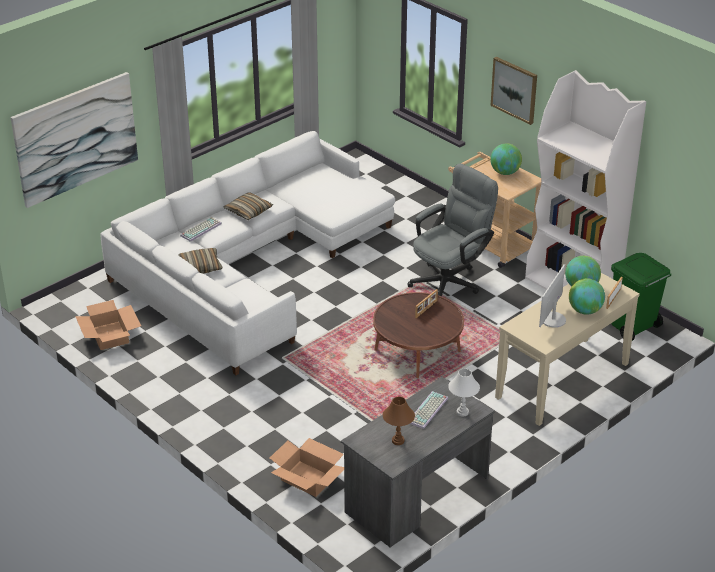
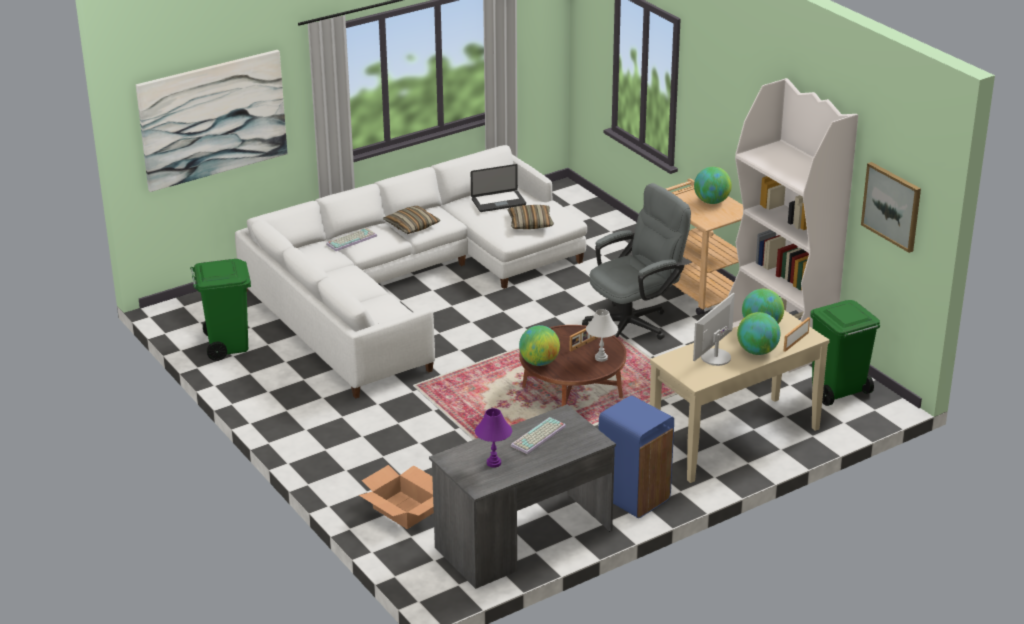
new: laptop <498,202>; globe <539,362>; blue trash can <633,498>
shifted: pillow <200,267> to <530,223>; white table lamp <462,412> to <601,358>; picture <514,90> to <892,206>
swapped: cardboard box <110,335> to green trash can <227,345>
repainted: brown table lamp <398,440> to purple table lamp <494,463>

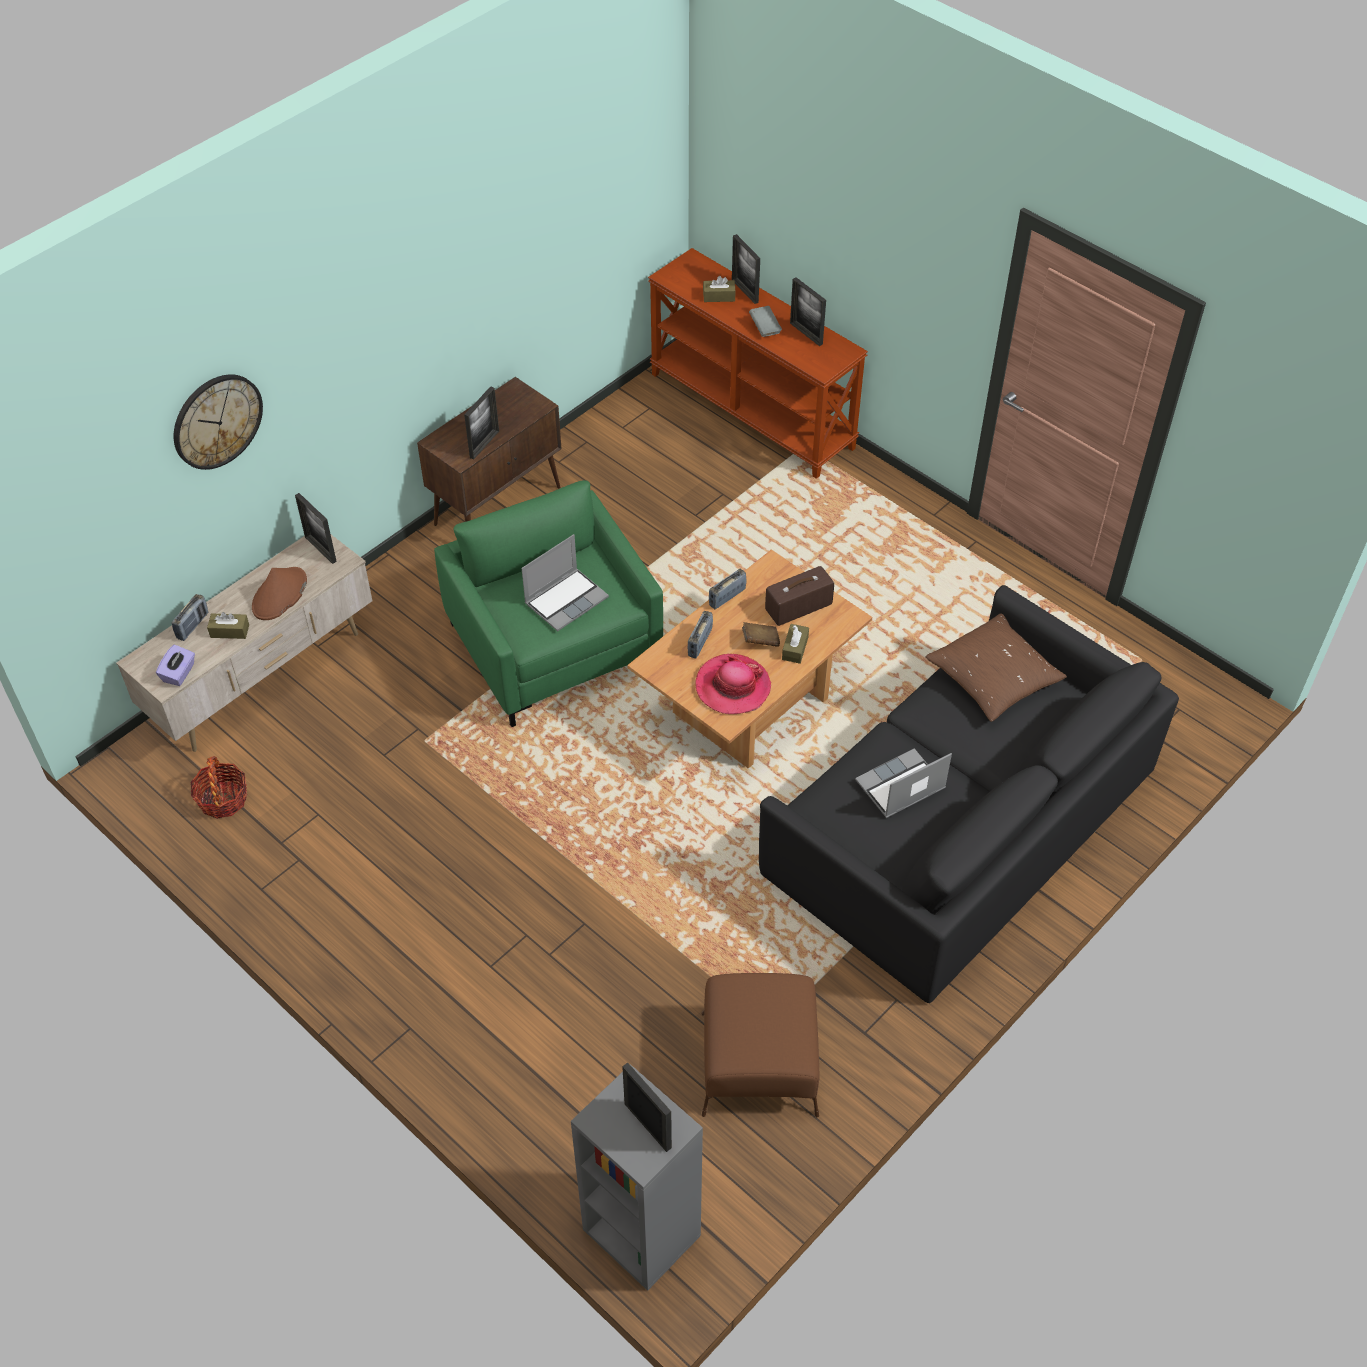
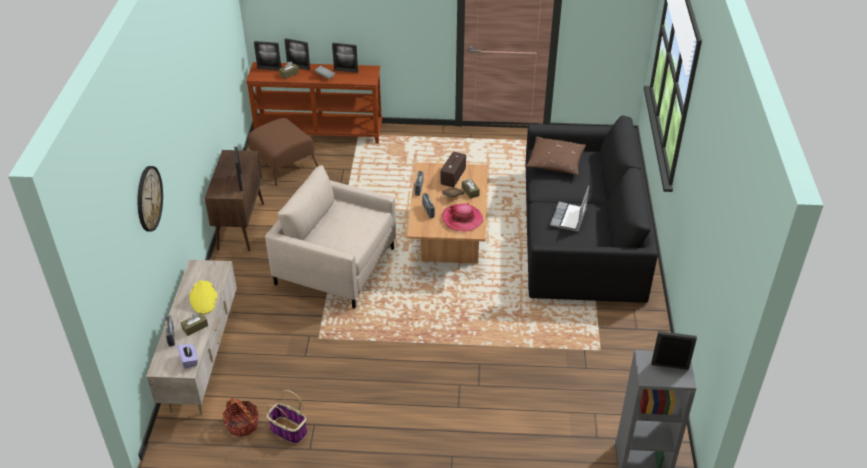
gone: laptop <566,600>
new: basket <287,430>
shifted: picture frame <320,549> to <269,69>; brown ottoman <758,1064> to <283,164>
repainted: brown hat <279,595> to yellow hat <203,298>; green armchair <554,645> to beige armchair <336,266>

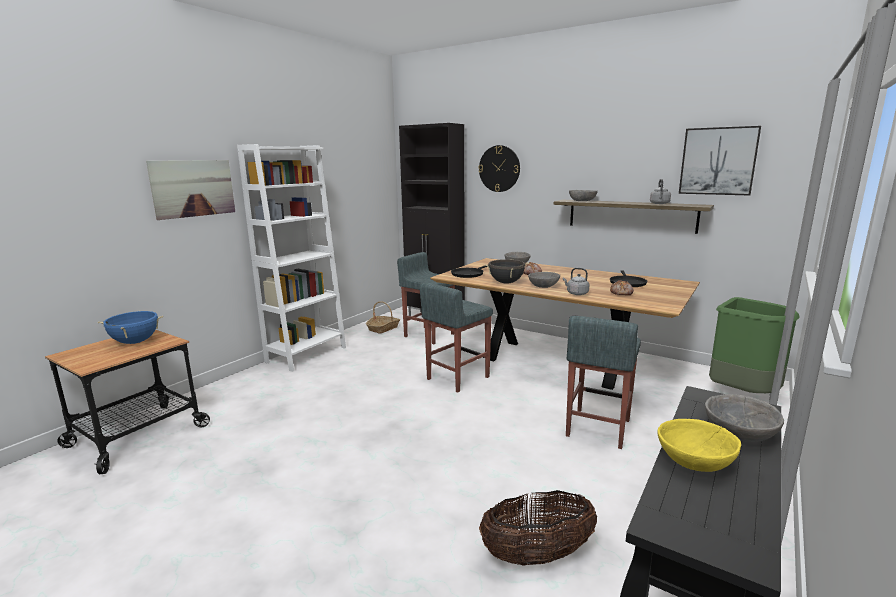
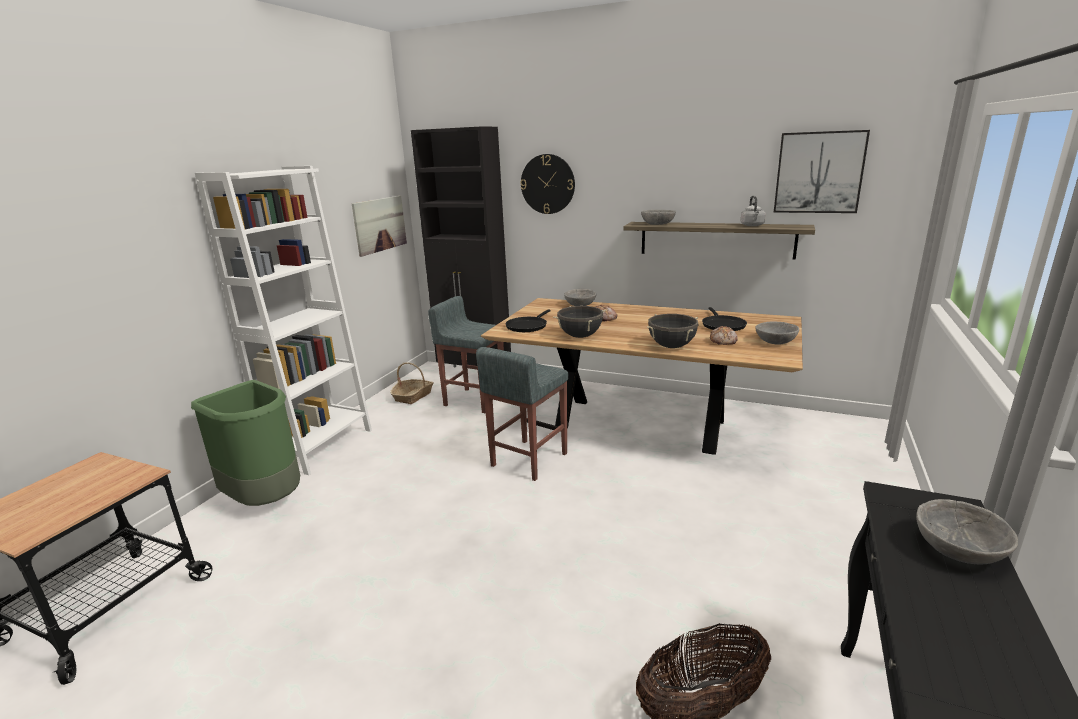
gone: blue cooking pot <135,342>; grey stool <597,428>; yellow bowl <695,461>
shifted: picture <193,188> to <380,224>; grey bowl <543,286> to <776,341>; green trash can <741,393> to <267,500>
swapped: grey kettle <576,293> to black cooking pot <671,346>

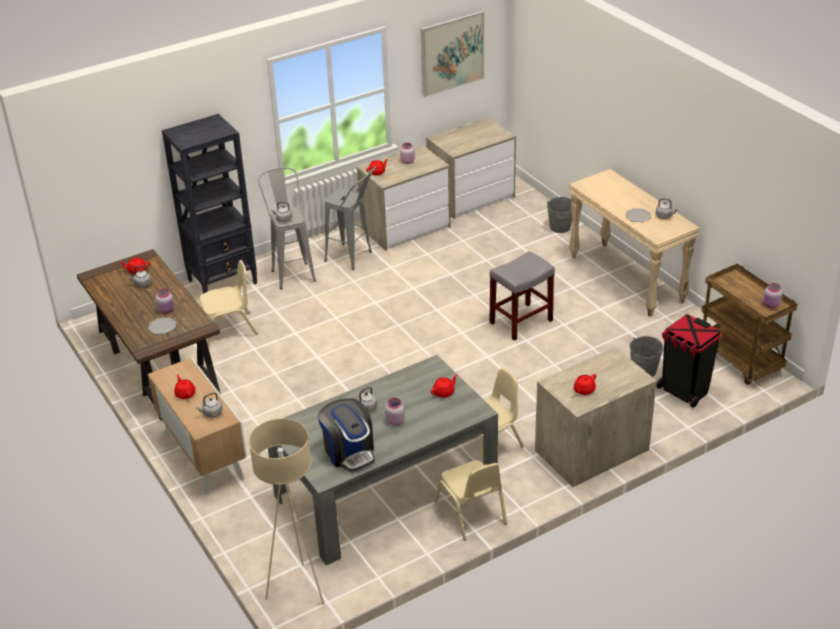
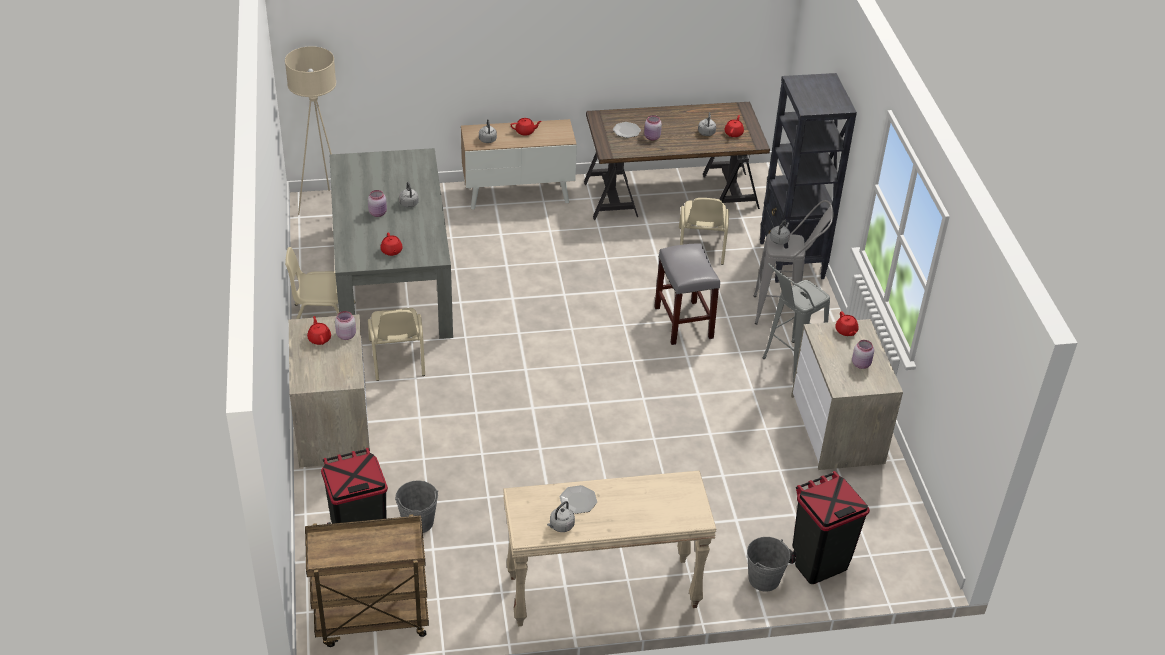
gone: coffee machine <349,452>; picture <452,53>; dresser <471,197>
new: black trash can <818,563>
shifted: grey stool <521,321> to <684,323>; pink jar <771,305> to <345,335>

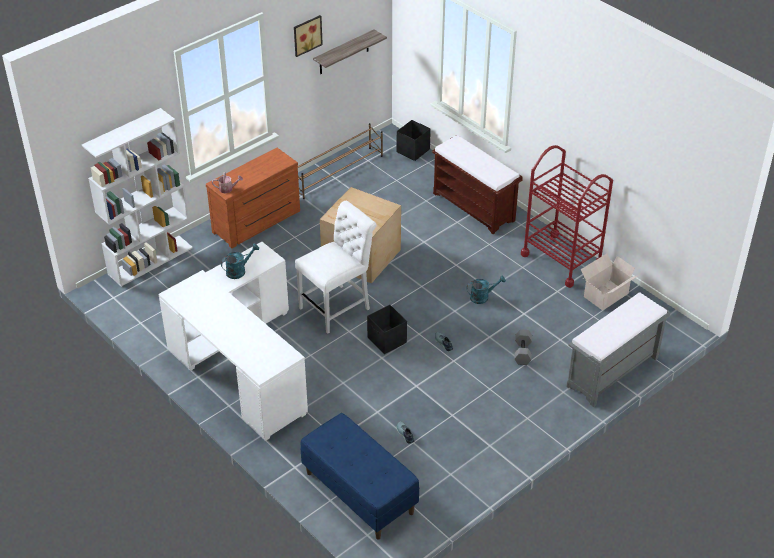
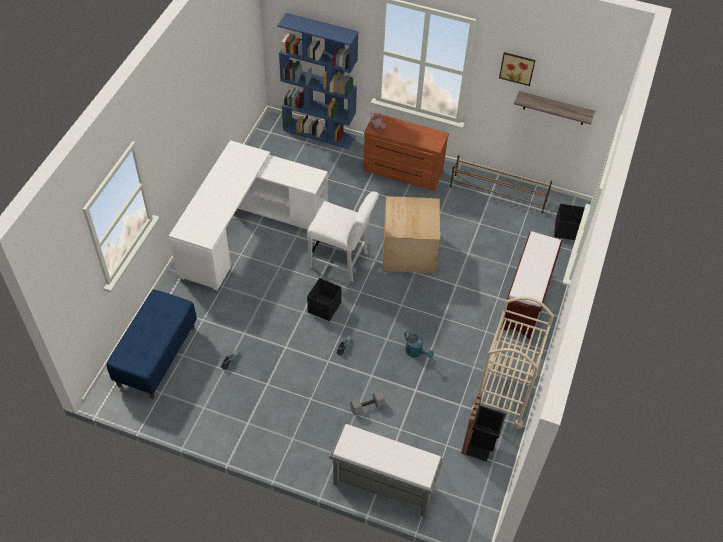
gone: turquoise watering can <239,271>
swapped: cardboard box <604,295> to black trash can <479,444>
repainted: white bookcase <150,260> to blue bookcase <319,133>; red cart <561,259> to beige cart <504,393>

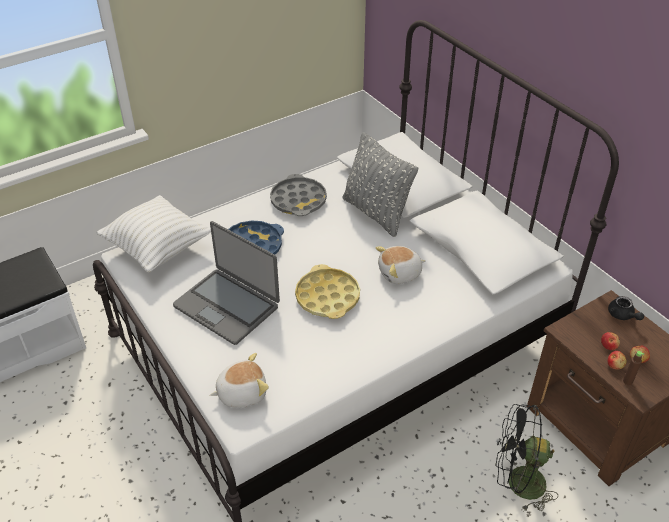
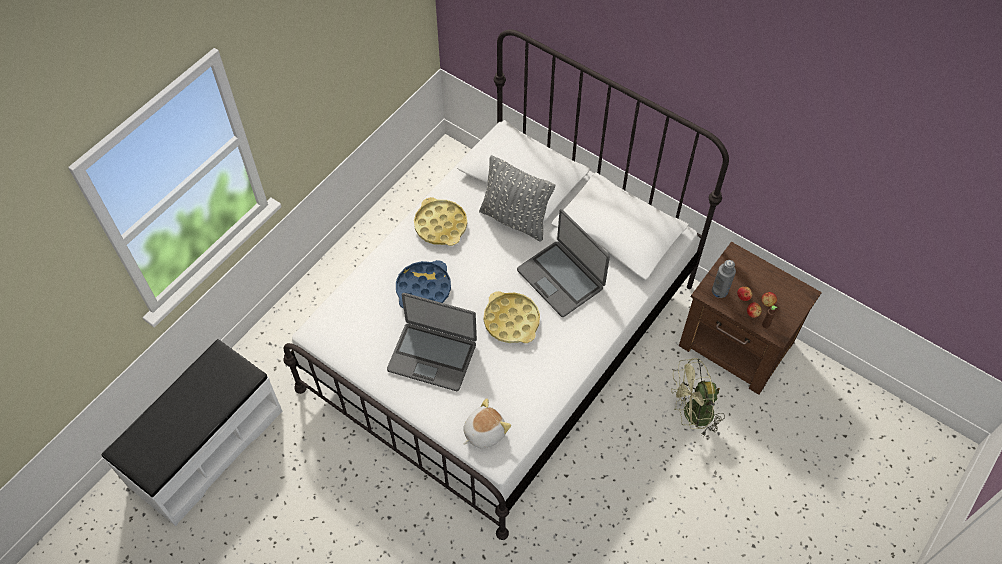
gone: white pillow <158,249>; black teapot <622,315>
new: grey bottle <719,291>
swapped: plush toy <400,274> to laptop <561,278>
repainted: grey tray <298,200> to yellow tray <441,225>; black fan <517,483> to green fan <692,415>

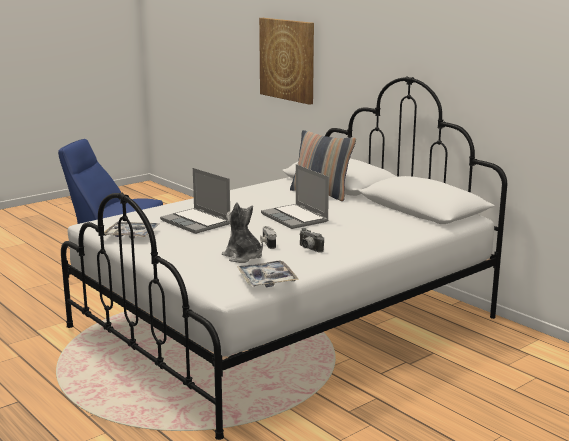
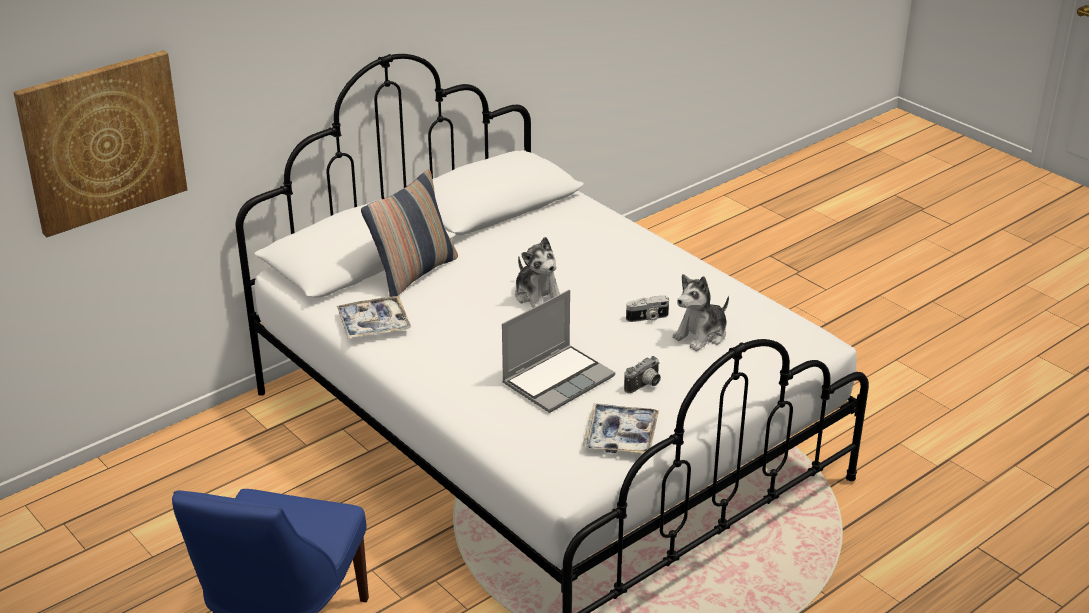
shifted: tray <267,280> to <374,324>; photo camera <308,249> to <645,386>
swapped: laptop <295,218> to plush toy <538,296>

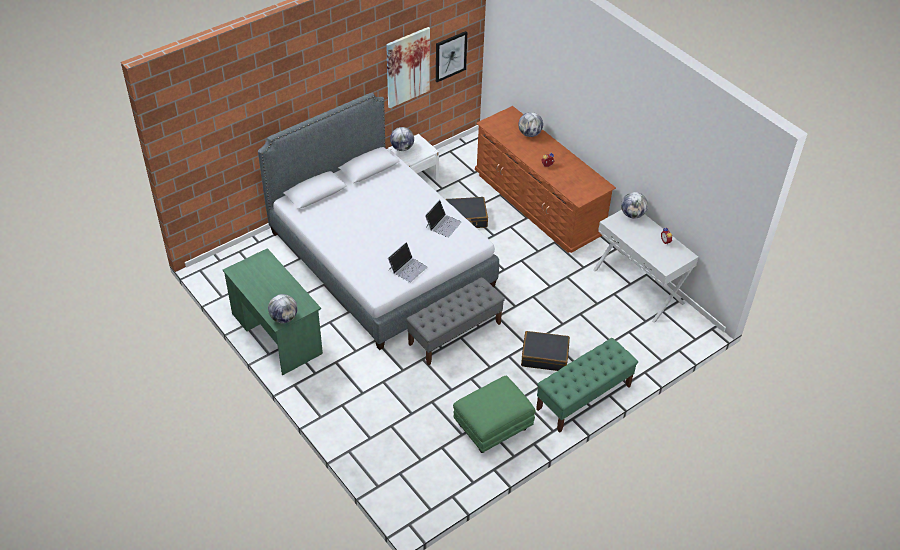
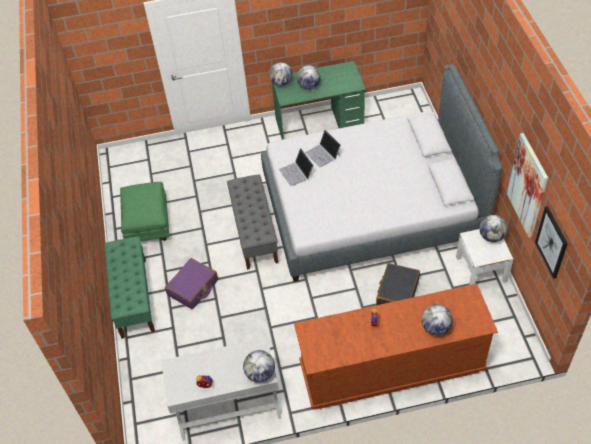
new: globe <309,86>
shifted: laptop <443,224> to <323,154>
repainted: black suitcase <544,356> to purple suitcase <193,288>

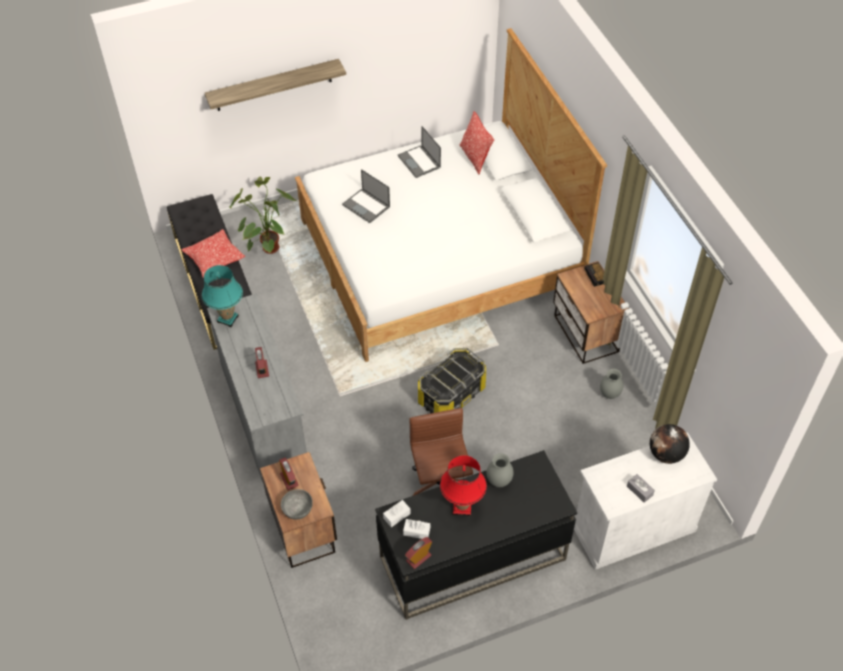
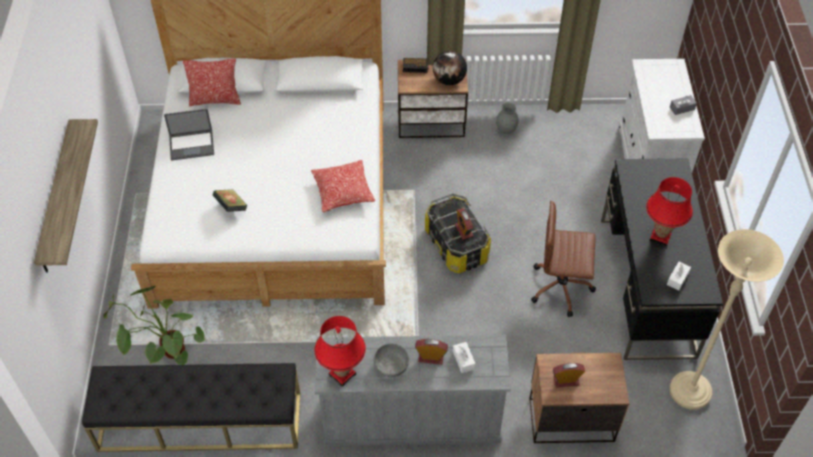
gone: grey vase <499,481>
new: beige floor lamp <690,392>
shifted: pillow <214,259> to <343,192>; grey bowl <297,509> to <391,366>; white tissue box <397,516> to <463,360>; alarm clock <418,558> to <464,230>; globe <666,454> to <449,80>
swapped: laptop <366,206> to book <231,207>
repainted: turquoise table lamp <228,319> to red table lamp <342,374>

